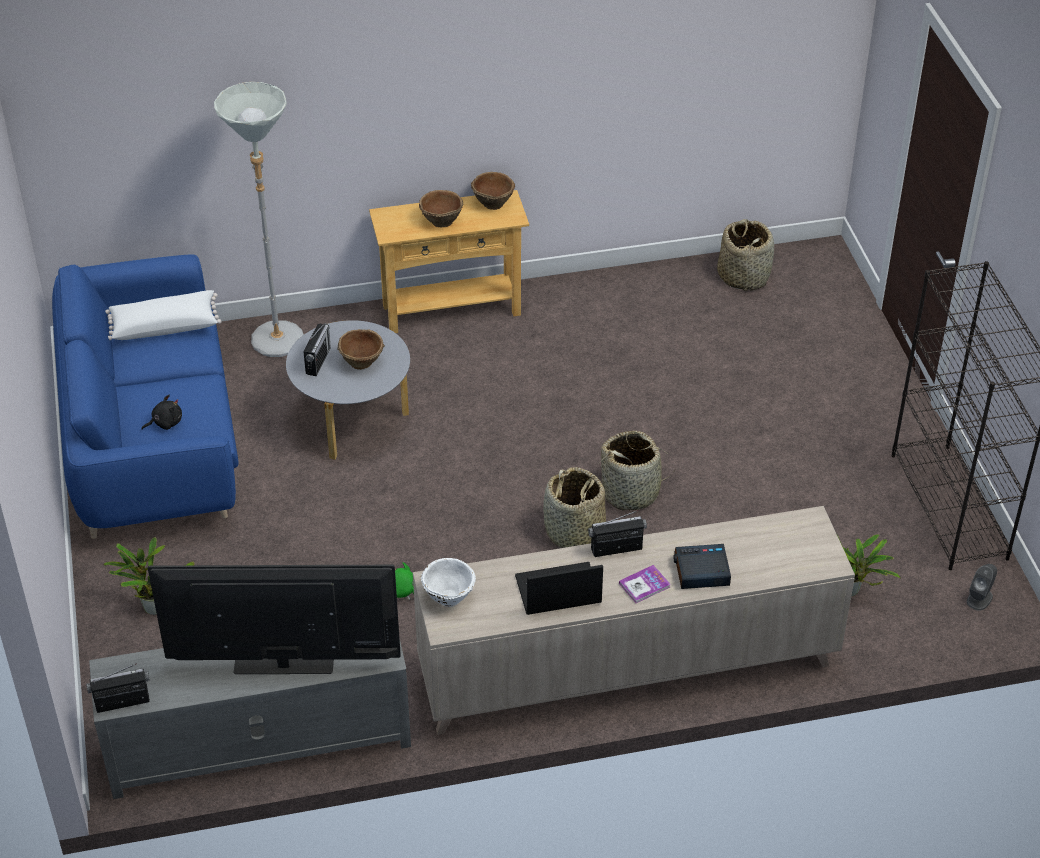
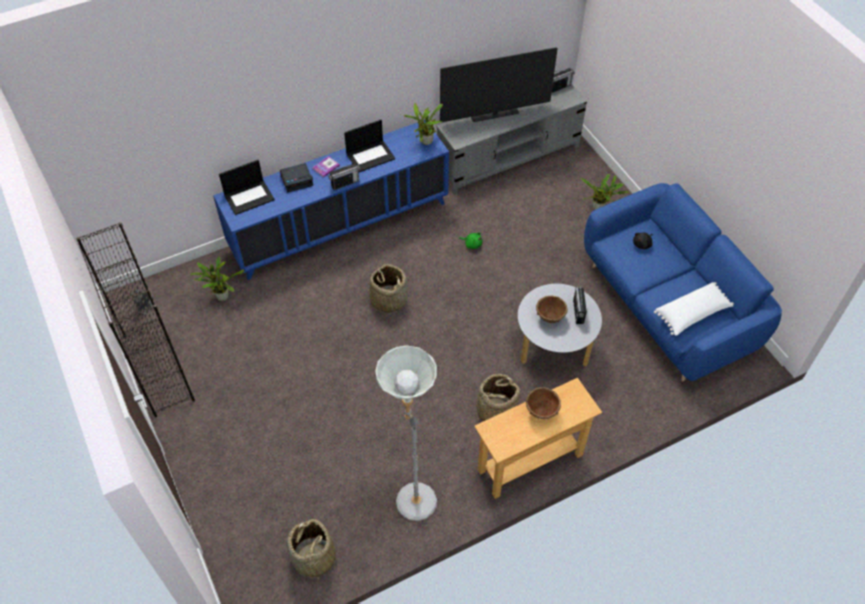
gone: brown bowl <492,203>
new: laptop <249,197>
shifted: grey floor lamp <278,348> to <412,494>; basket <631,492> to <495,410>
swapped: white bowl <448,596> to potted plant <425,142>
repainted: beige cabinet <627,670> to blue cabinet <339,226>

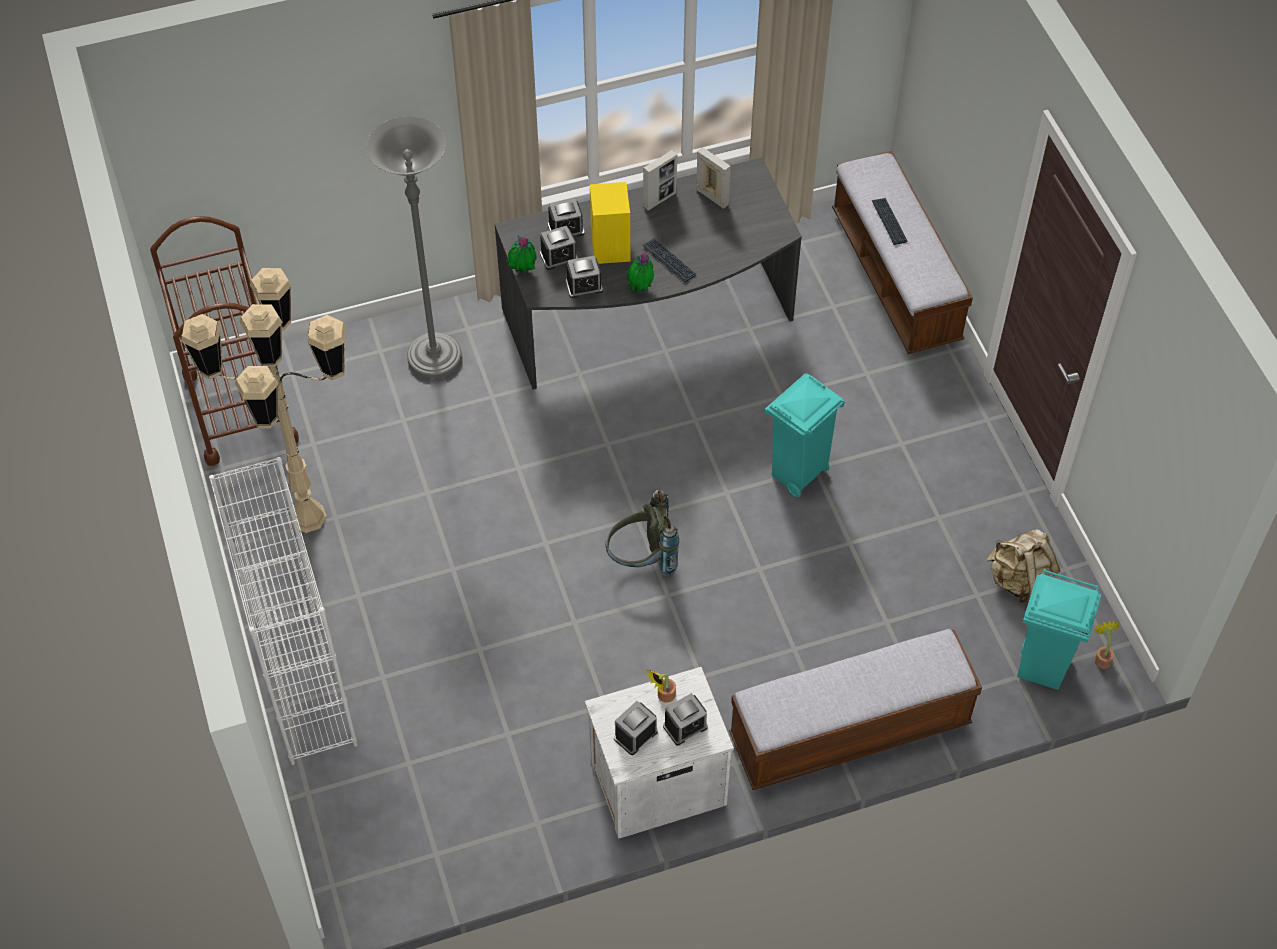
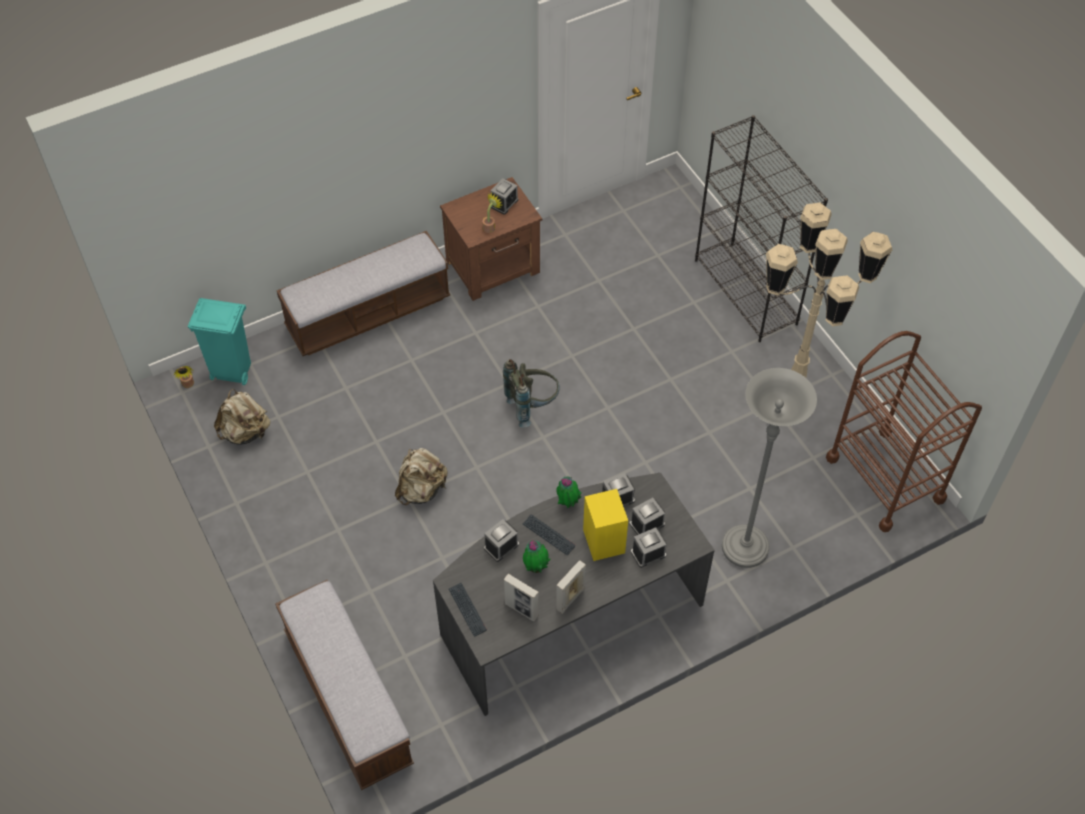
shifted: potted plant <522,272> to <536,567>; alarm clock <685,726> to <501,546>; keyboard <889,222> to <467,609>
swapped: turquoise trash can <797,475> to beige backpack <421,489>
repainted: white bookcase <303,681> to black bookcase <746,292>; white nightstand <655,782> to brown nightstand <494,266>

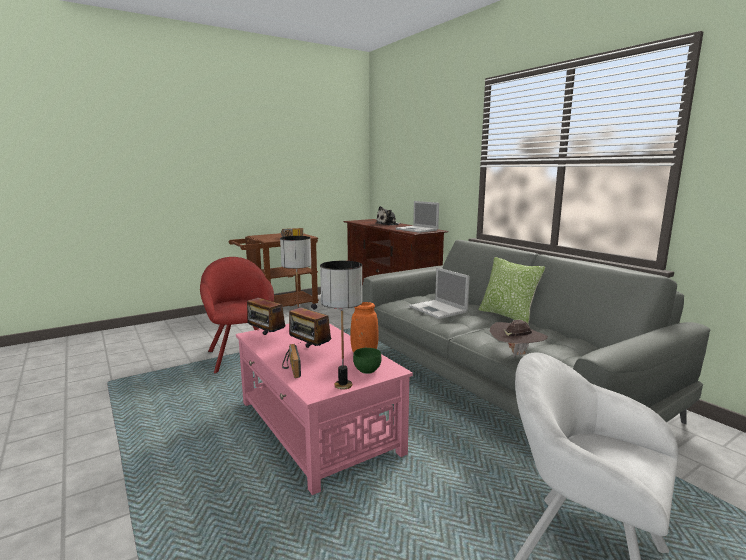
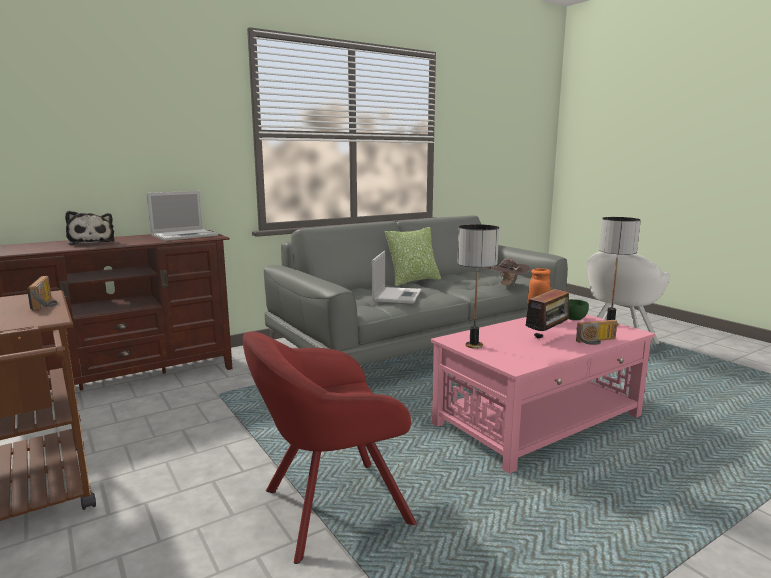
gone: radio <266,338>
rotated: laptop <438,310> = <397,295> 45 degrees counterclockwise

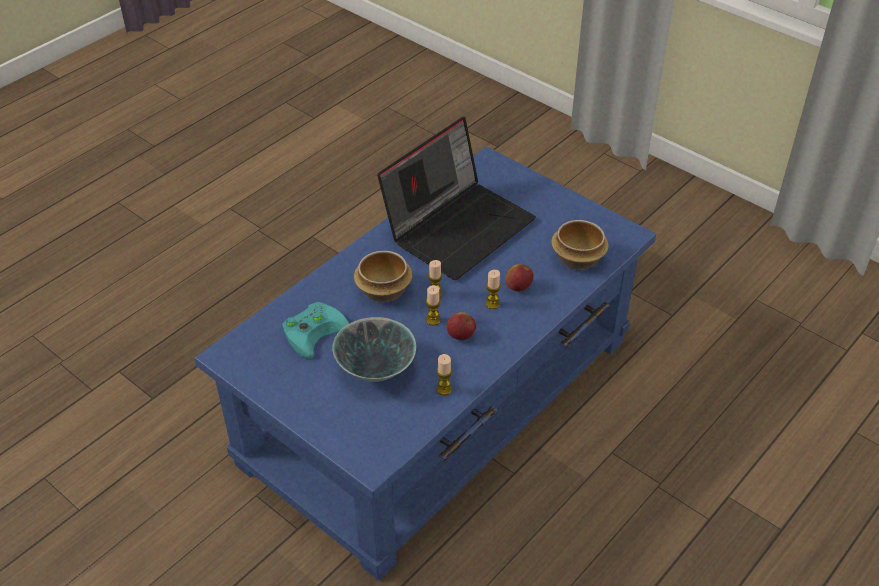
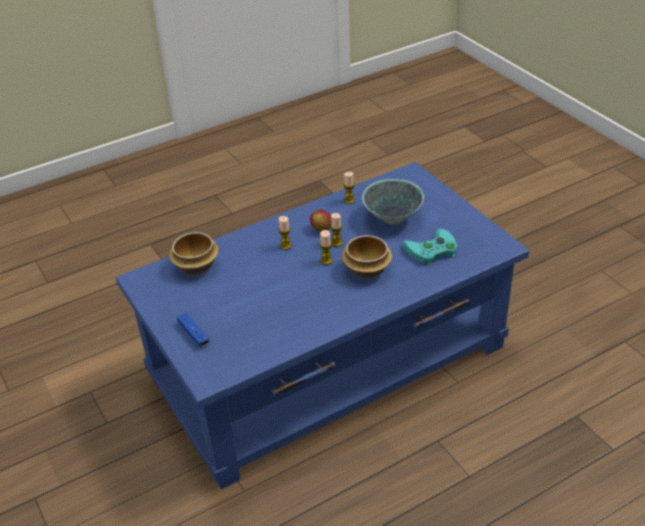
gone: laptop <458,226>; apple <518,287>
new: blue game controller <193,334>

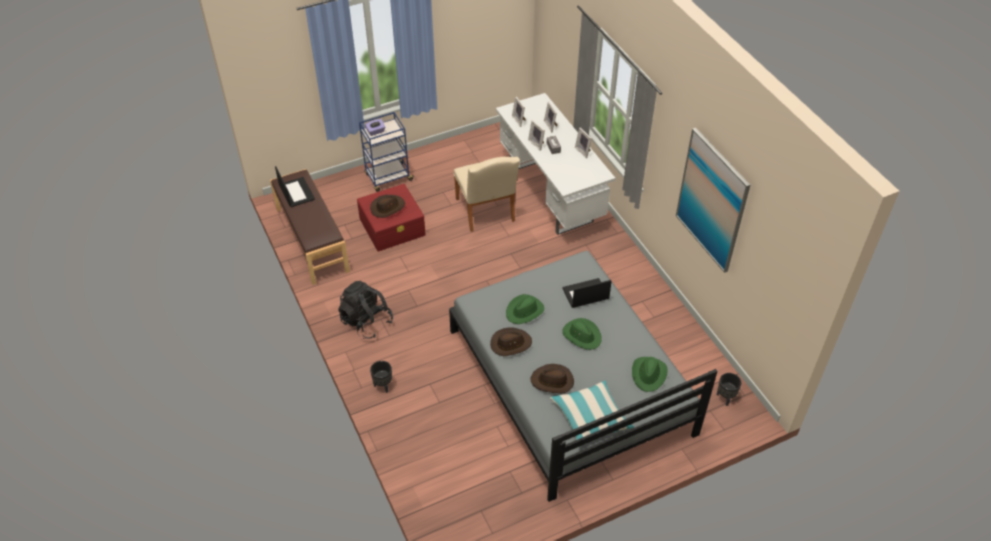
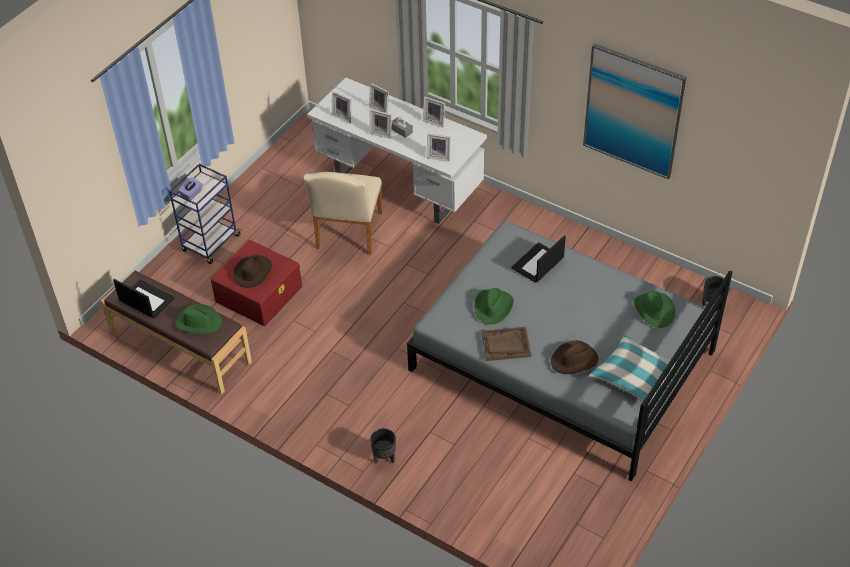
gone: black backpack <366,321>
new: picture frame <439,156>
shifted: green hat <582,335> to <198,322>
swapped: brown hat <510,343> to brown tray <505,345>
rotated: beige chair <486,212> = <347,234> 60 degrees clockwise

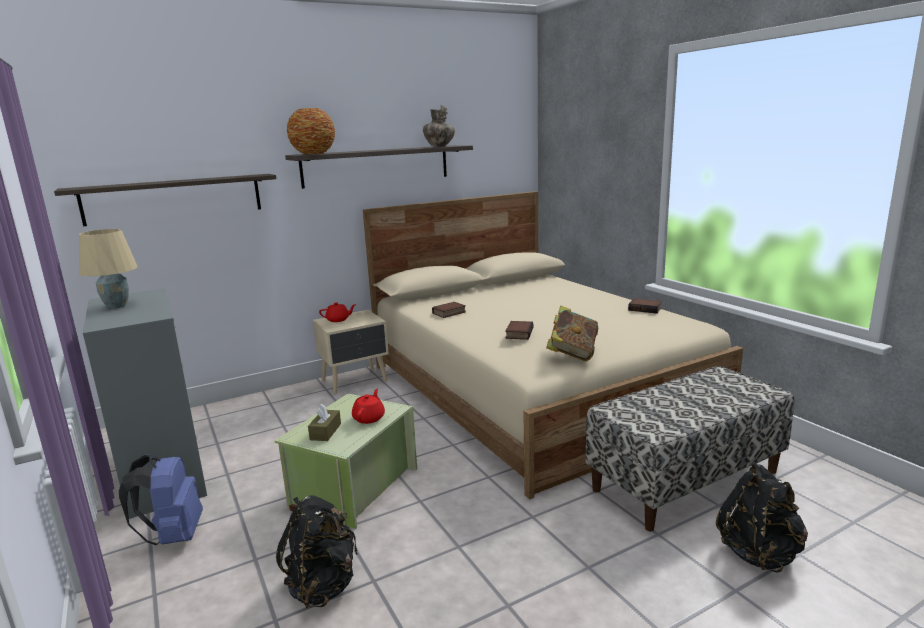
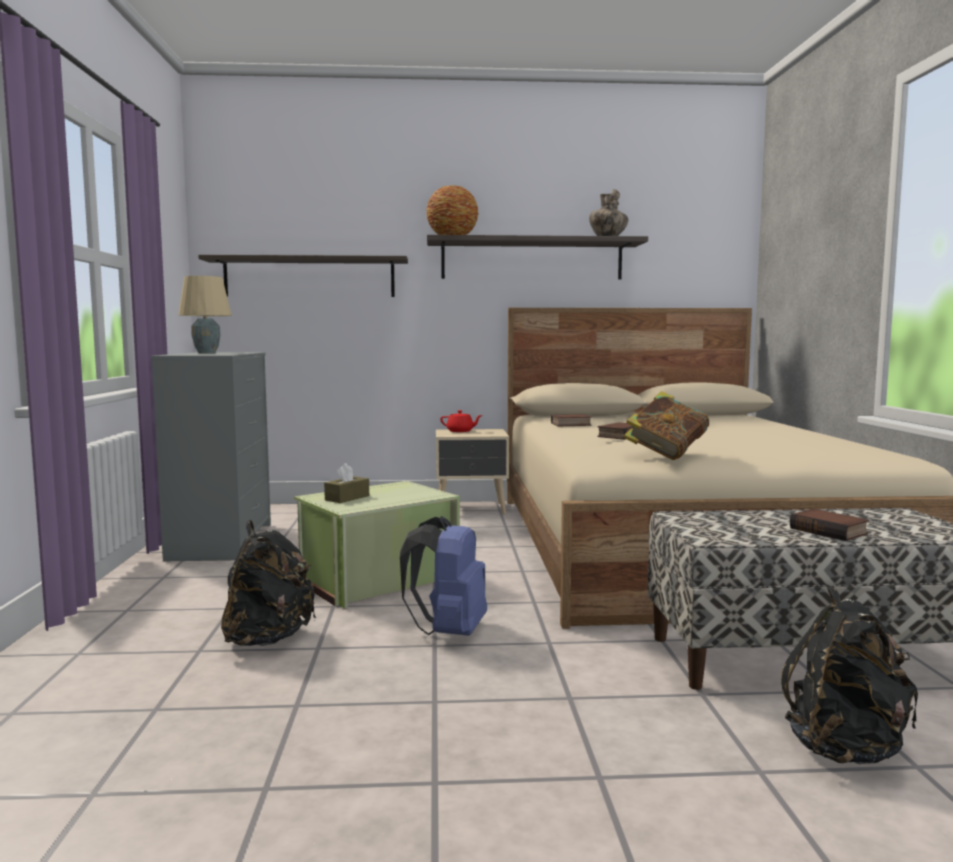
gone: red teapot <369,418>
shifted: blue backpack <173,536> to <449,632>; book <645,309> to <830,531>

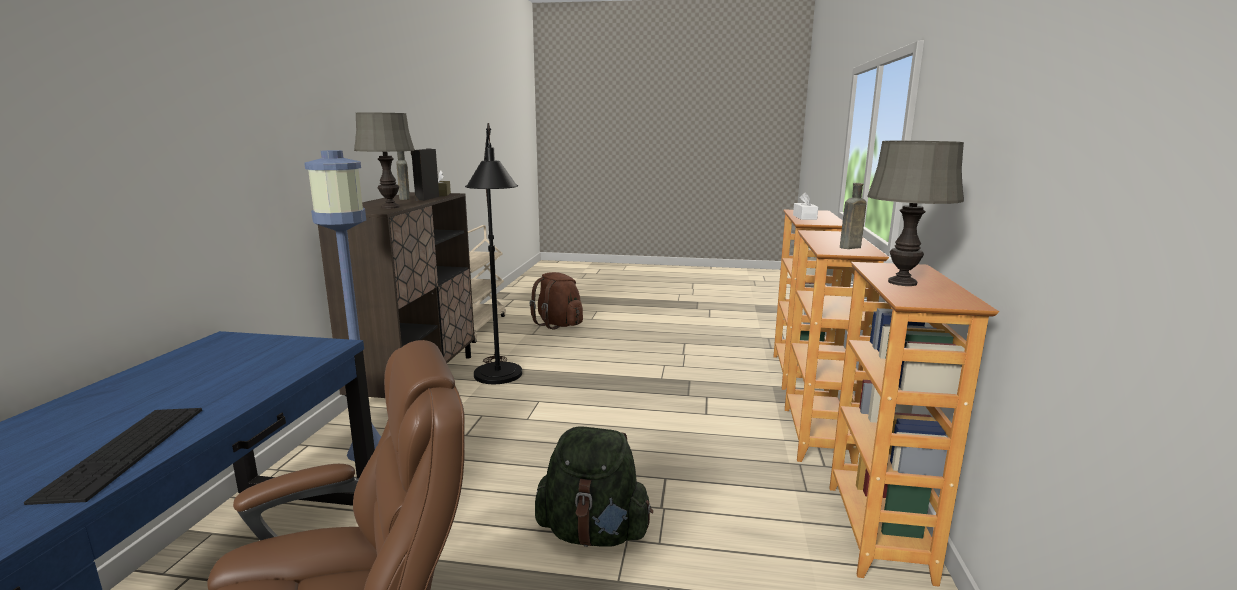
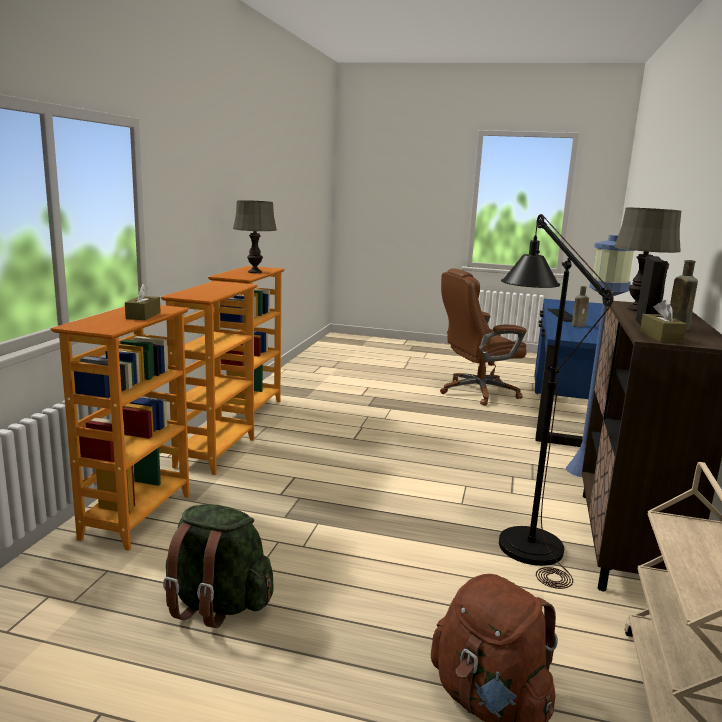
shifted: green backpack <593,533> to <217,604>; brown bottle <849,247> to <579,326>
repainted: white tissue box <804,217> to brown tissue box <143,315>

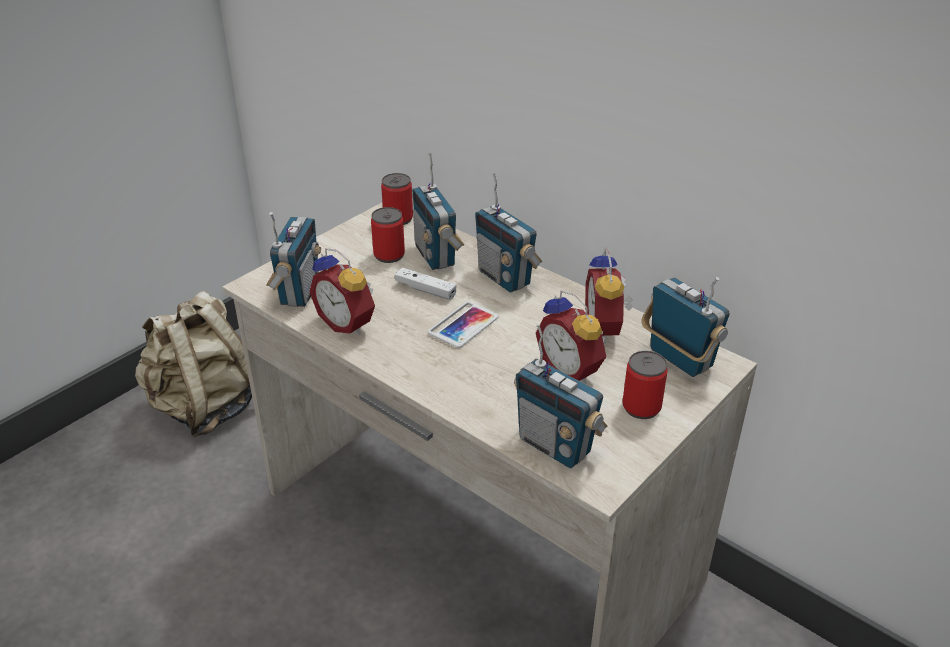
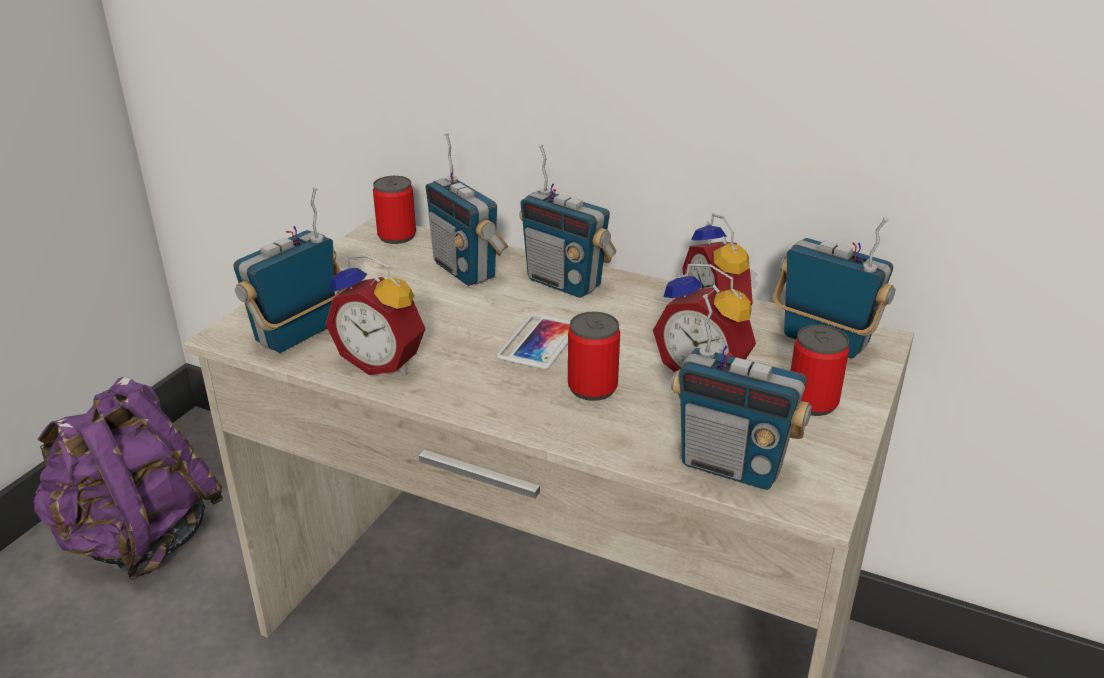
gone: white game controller <425,290>
shifted: can <389,255> to <592,388>
repainted: beige backpack <206,408> to purple backpack <139,539>
rotated: radio <299,292> = <298,335> 135 degrees counterclockwise

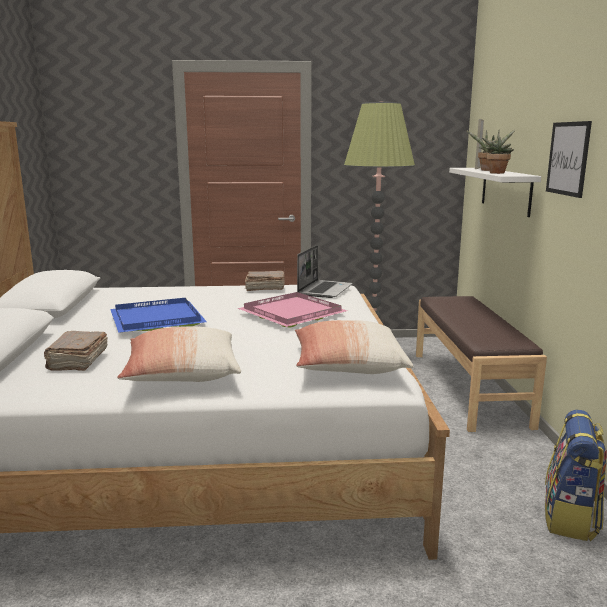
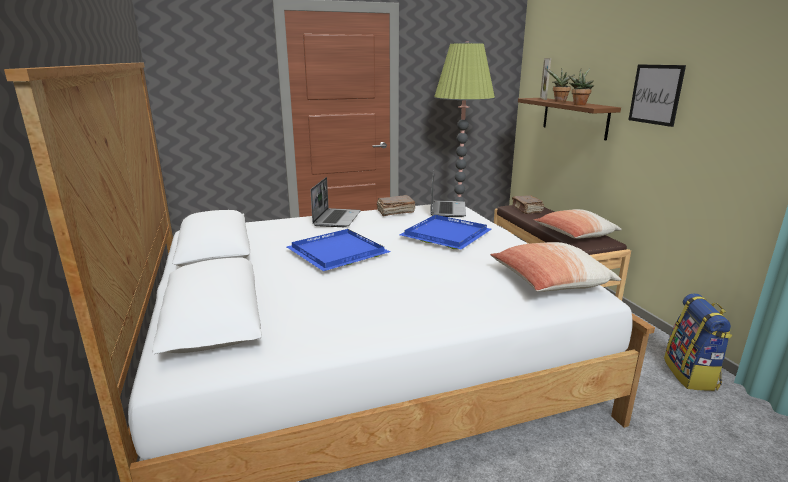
new: laptop <336,219>
shifted: brown book <77,361> to <527,209>; pillow <182,374> to <574,235>
repainted: pink tray <292,312> to blue tray <445,234>; white shelf <505,190> to brown shelf <574,117>

